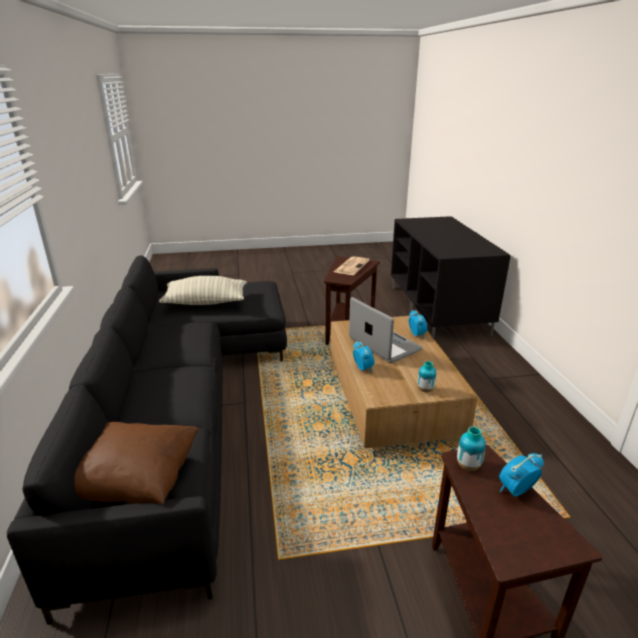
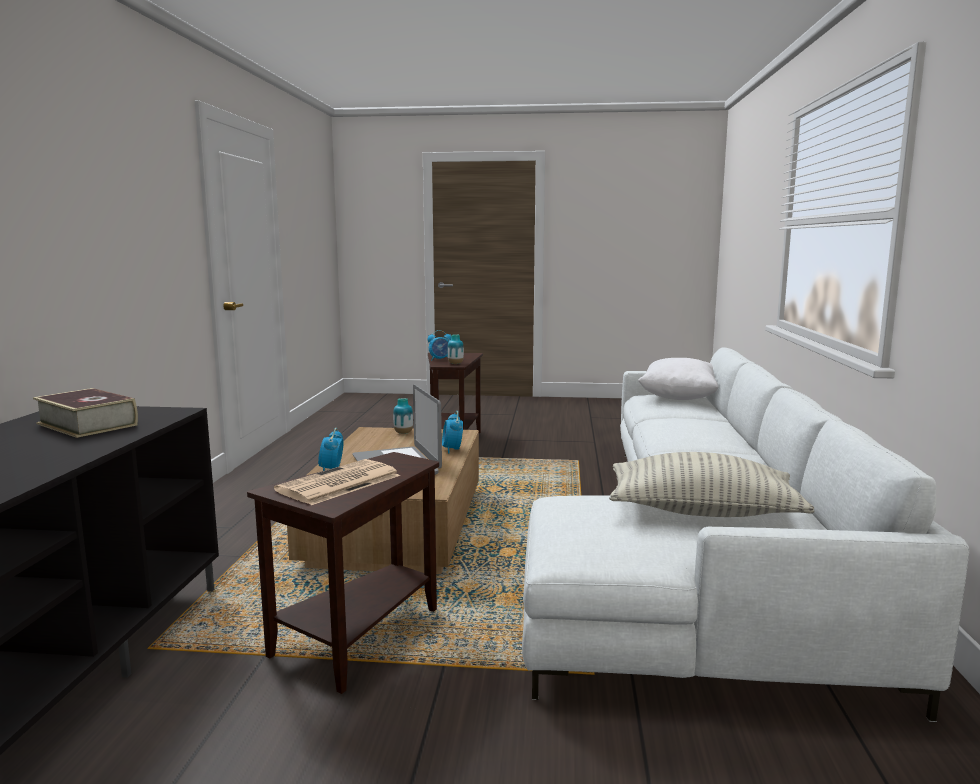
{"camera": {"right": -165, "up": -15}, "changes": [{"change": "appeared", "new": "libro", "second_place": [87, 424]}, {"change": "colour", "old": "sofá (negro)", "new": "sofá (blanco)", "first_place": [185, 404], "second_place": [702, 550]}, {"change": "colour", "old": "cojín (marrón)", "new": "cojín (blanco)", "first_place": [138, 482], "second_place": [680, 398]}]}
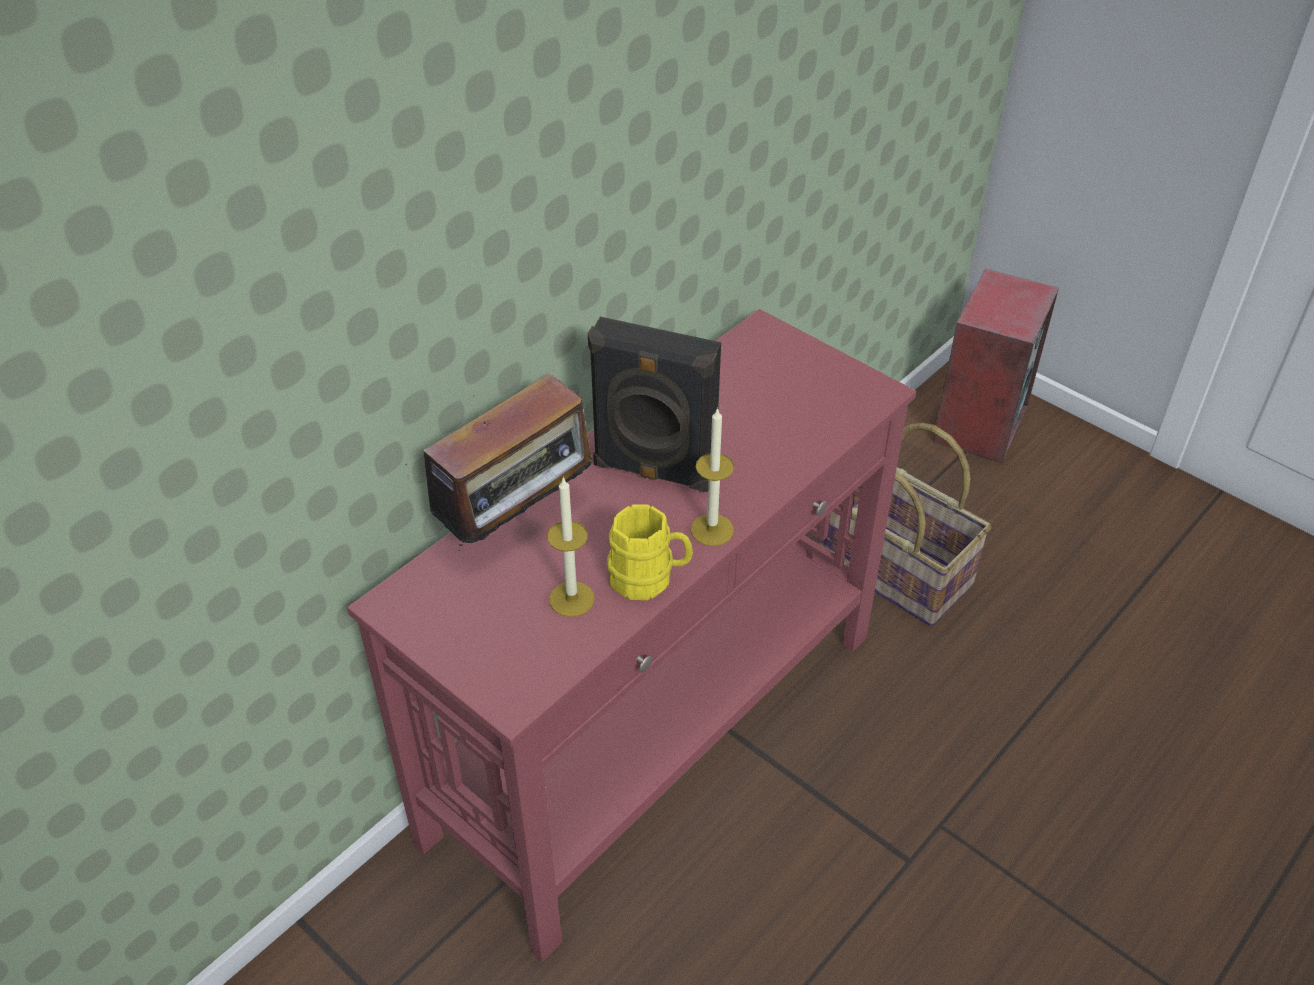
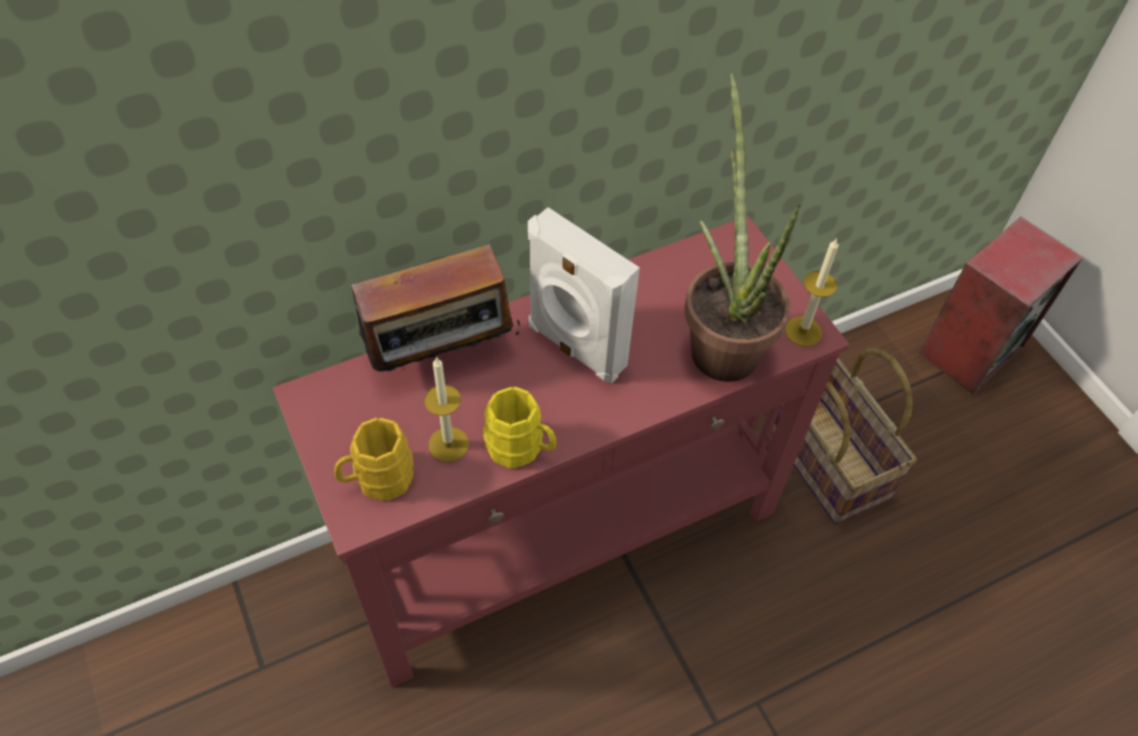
{"camera": {"right": 20, "up": 10}, "changes": [{"change": "appeared", "new": "taza grande (amarillo)", "second_place": [378, 479]}, {"change": "colour", "old": "altavoz (negro)", "new": "altavoz (blanco)", "first_place": [653, 472], "second_place": [574, 348]}, {"change": "appeared", "new": "planta en maceta", "second_place": [720, 341]}, {"change": "relocated", "old": "vela", "first_place": [712, 530], "second_place": [803, 331]}]}
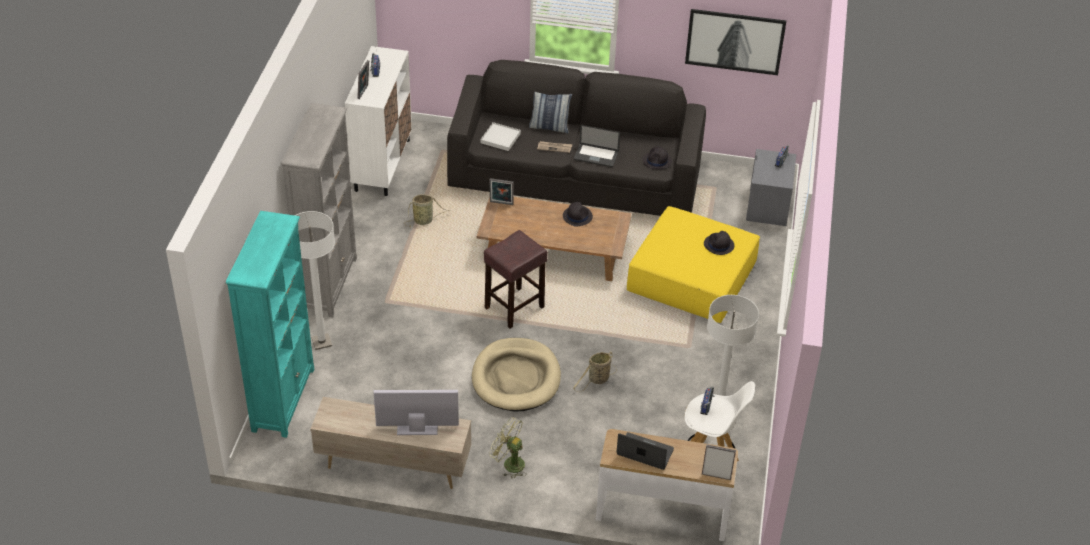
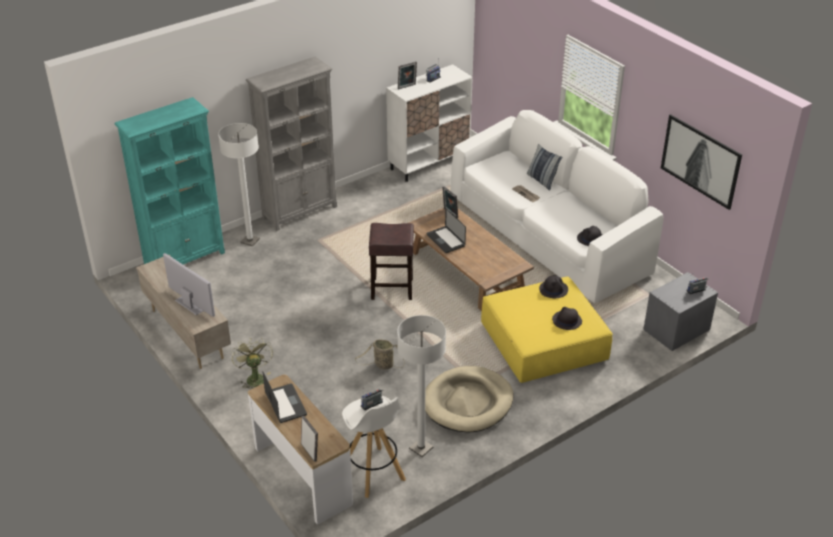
{"camera": {"right": 45, "up": -5}, "changes": [{"change": "relocated", "old": "cama para perro (beis)", "first_place": [516, 378], "second_place": [468, 402]}, {"change": "relocated", "old": "portátil", "first_place": [596, 156], "second_place": [445, 240]}, {"change": "colour", "old": "sofá (negro)", "new": "sofá (blanco)", "first_place": [575, 179], "second_place": [548, 235]}, {"change": "relocated", "old": "sombrero (negro)", "first_place": [577, 216], "second_place": [553, 289]}, {"change": "missing", "old": "cesta", "first_place": [424, 220]}, {"change": "missing", "old": "bandeja (blanco)", "first_place": [500, 138]}]}
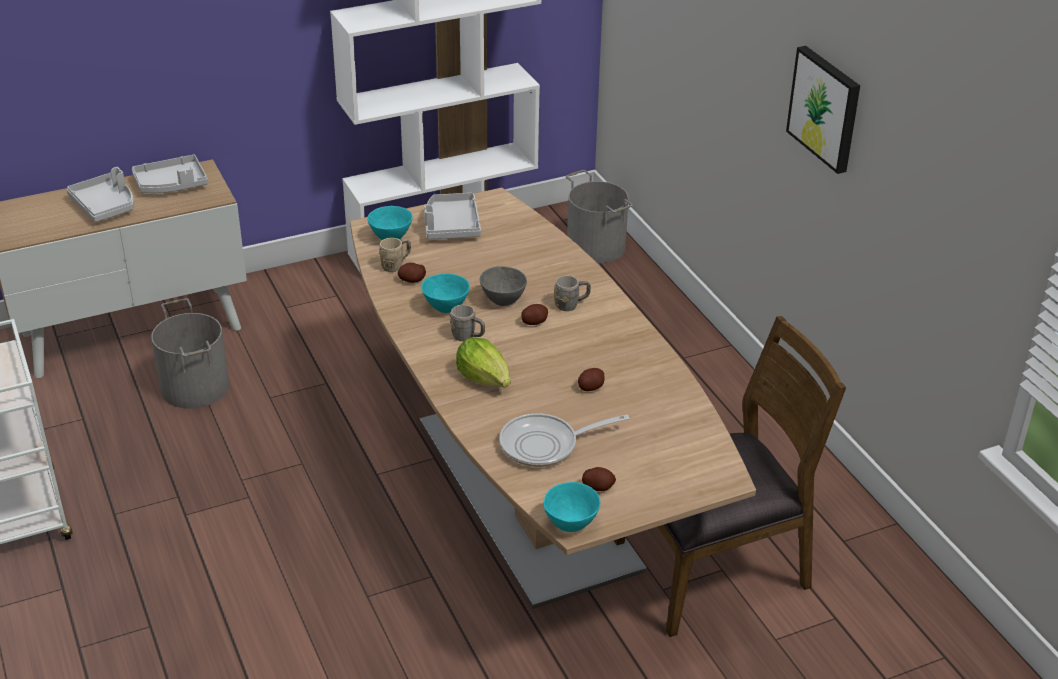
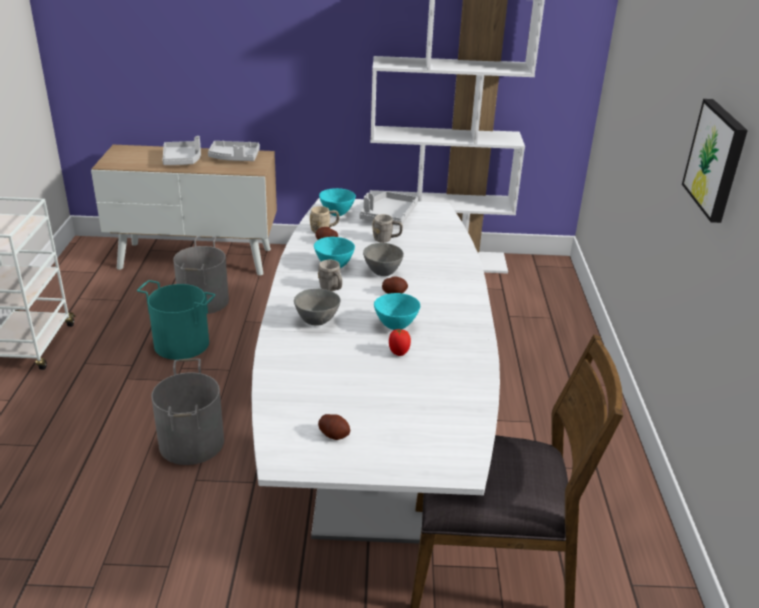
{"camera": {"right": 25, "up": -5}, "changes": [{"change": "appeared", "new": "cubo (turquesa)", "second_place": [181, 344]}, {"change": "relocated", "old": "cubo (gris)", "first_place": [596, 246], "second_place": [192, 442]}, {"change": "colour", "old": "mesa de comedor (marrón)", "new": "mesa de comedor (blanco)", "first_place": [526, 493], "second_place": [373, 445]}, {"change": "exchanged", "old": "lechuga", "new": "cuenco (gris)", "first_place": [485, 378], "second_place": [317, 321]}, {"change": "relocated", "old": "taza grande (gris)", "first_place": [571, 305], "second_place": [386, 239]}, {"change": "relocated", "old": "cuenco (turquesa)", "first_place": [571, 525], "second_place": [396, 326]}, {"change": "exchanged", "old": "patata", "new": "tomate", "first_place": [590, 387], "second_place": [399, 352]}, {"change": "missing", "old": "sartén", "first_place": [545, 445]}]}
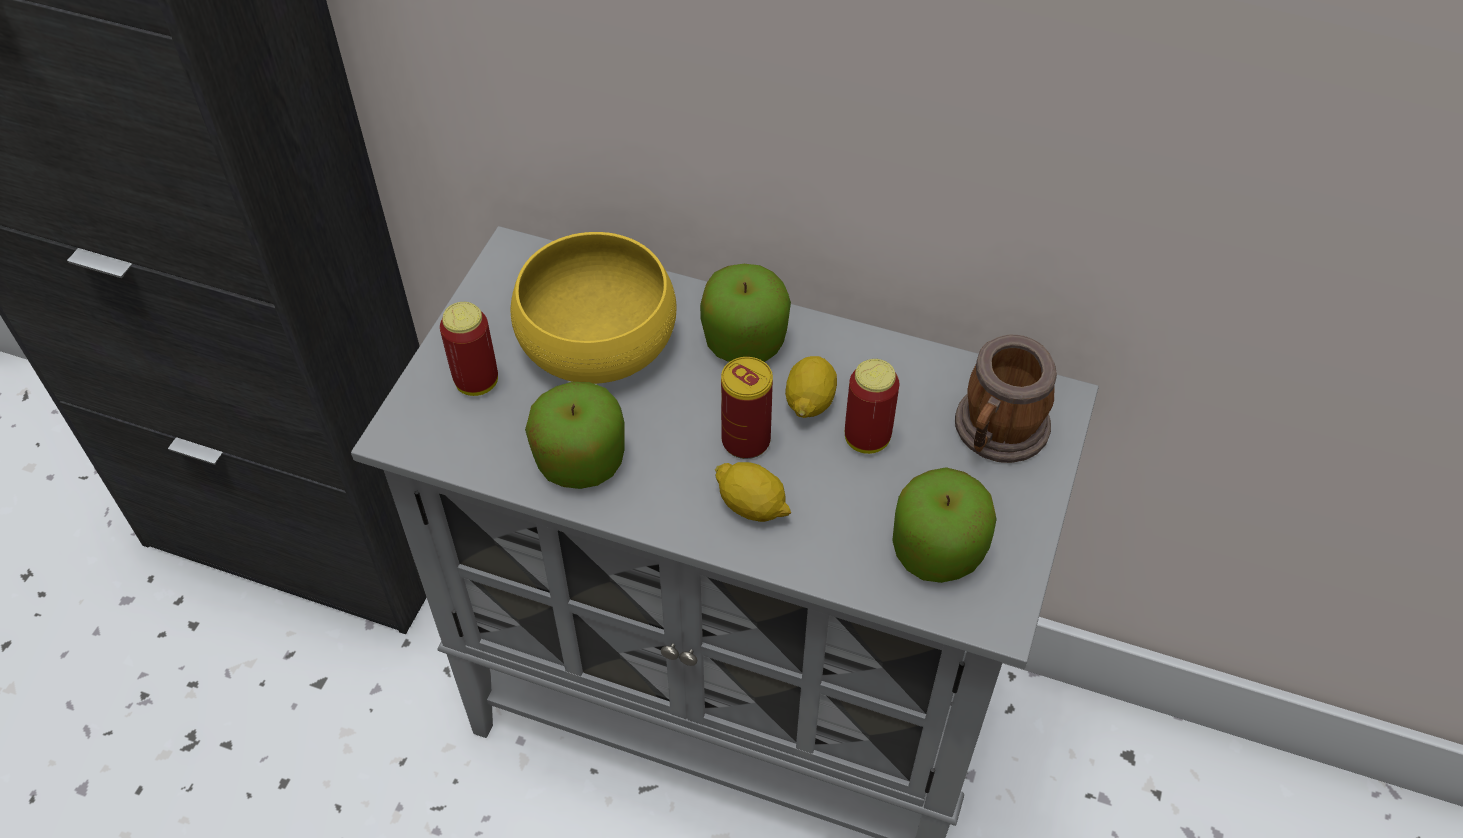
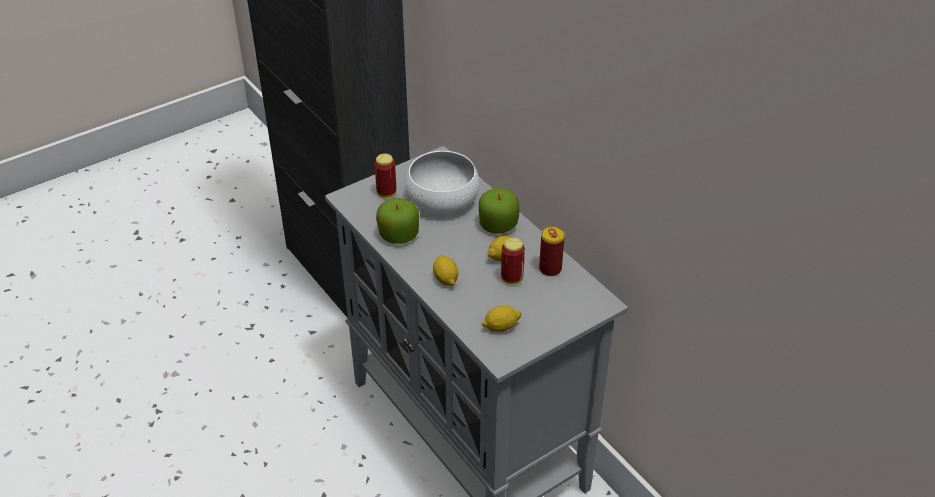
{"camera": {"right": 35, "up": -10}, "changes": [{"change": "colour", "old": "cuenco (amarillo)", "new": "cuenco (blanco)", "first_place": [597, 341], "second_place": [442, 199]}, {"change": "exchanged", "old": "manzana", "new": "limón", "first_place": [937, 550], "second_place": [501, 327]}, {"change": "relocated", "old": "lata", "first_place": [746, 440], "second_place": [550, 269]}, {"change": "missing", "old": "taza grande", "first_place": [996, 434]}]}
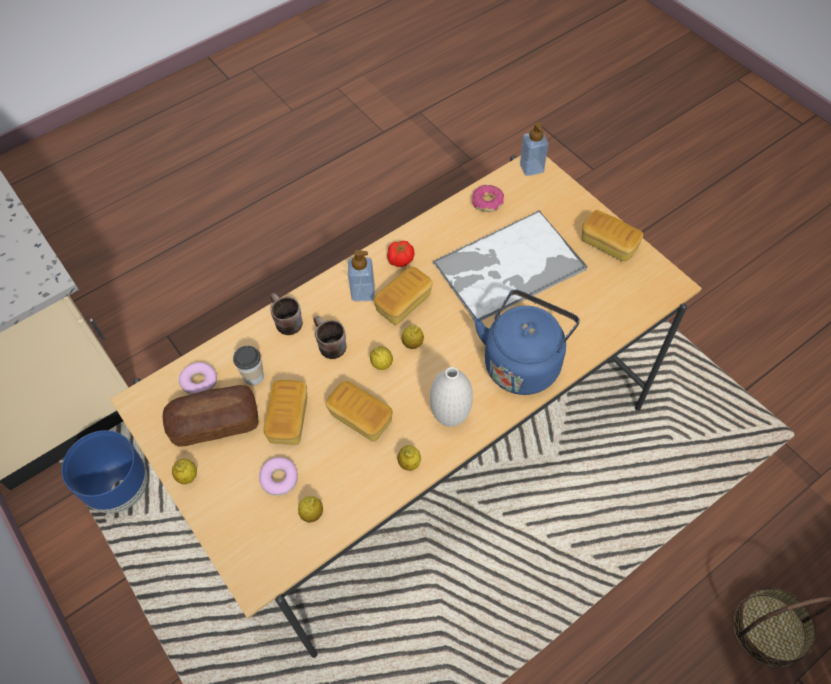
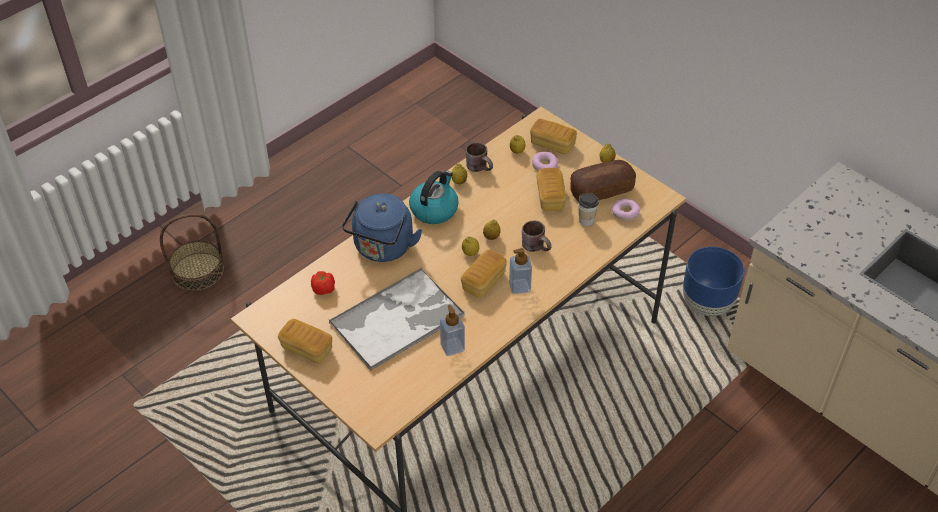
{"camera": {"right": 170, "up": -10}, "changes": [{"change": "relocated", "old": "tomate", "first_place": [400, 260], "second_place": [324, 289]}, {"change": "exchanged", "old": "florero (blanco)", "new": "hervidor", "first_place": [450, 417], "second_place": [434, 209]}, {"change": "relocated", "old": "dispensador de jabón", "first_place": [531, 168], "second_place": [452, 347]}, {"change": "relocated", "old": "taza grande (marrón)", "first_place": [284, 321], "second_place": [481, 167]}, {"change": "relocated", "old": "pan", "first_place": [361, 418], "second_place": [552, 144]}, {"change": "missing", "old": "rosquilla", "first_place": [487, 202]}]}
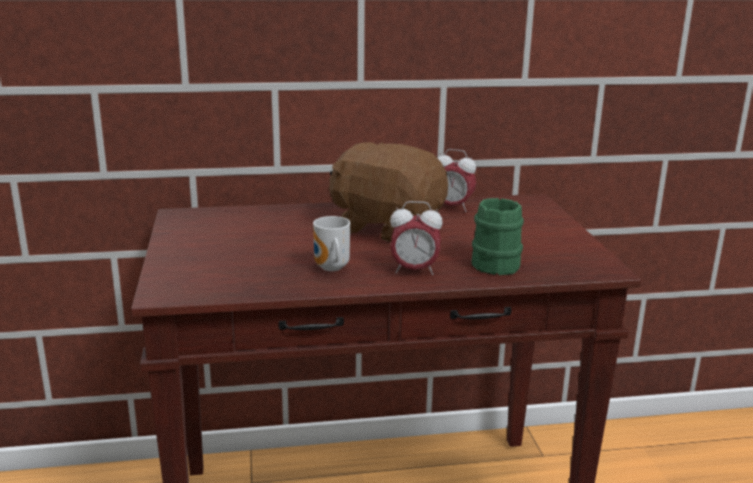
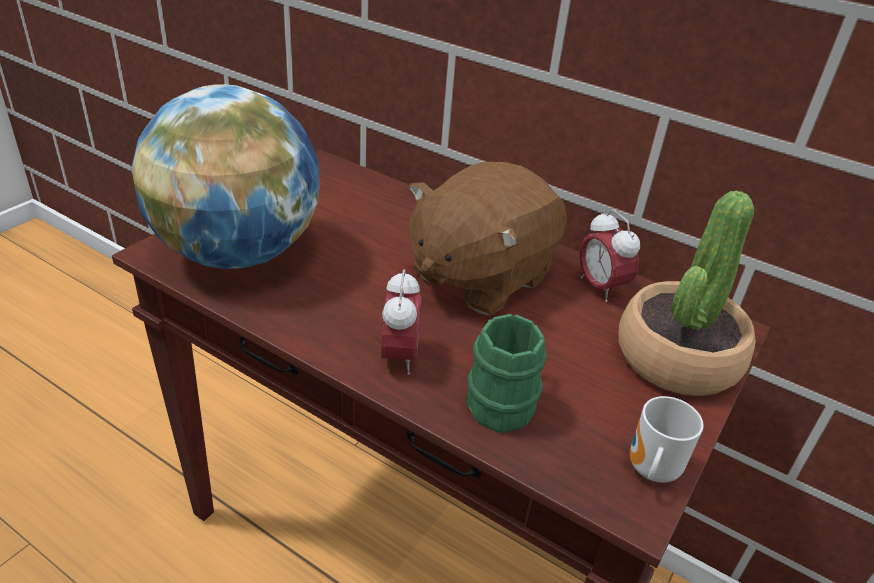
{"camera": {"right": 40, "up": 15}, "changes": [{"change": "appeared", "new": "globo terráqueo", "second_place": [238, 252]}, {"change": "spun", "old": "despertador", "first_place": [414, 271], "second_place": [399, 357], "degrees": -135}, {"change": "spun", "old": "peluche (marrón)", "first_place": [386, 226], "second_place": [479, 276], "degrees": -120}, {"change": "appeared", "new": "planta en maceta", "second_place": [676, 357]}, {"change": "relocated", "old": "taza grande", "first_place": [330, 269], "second_place": [649, 471]}]}
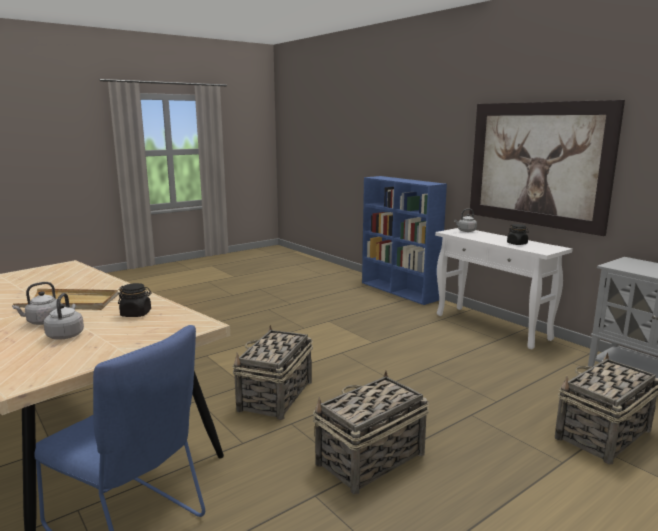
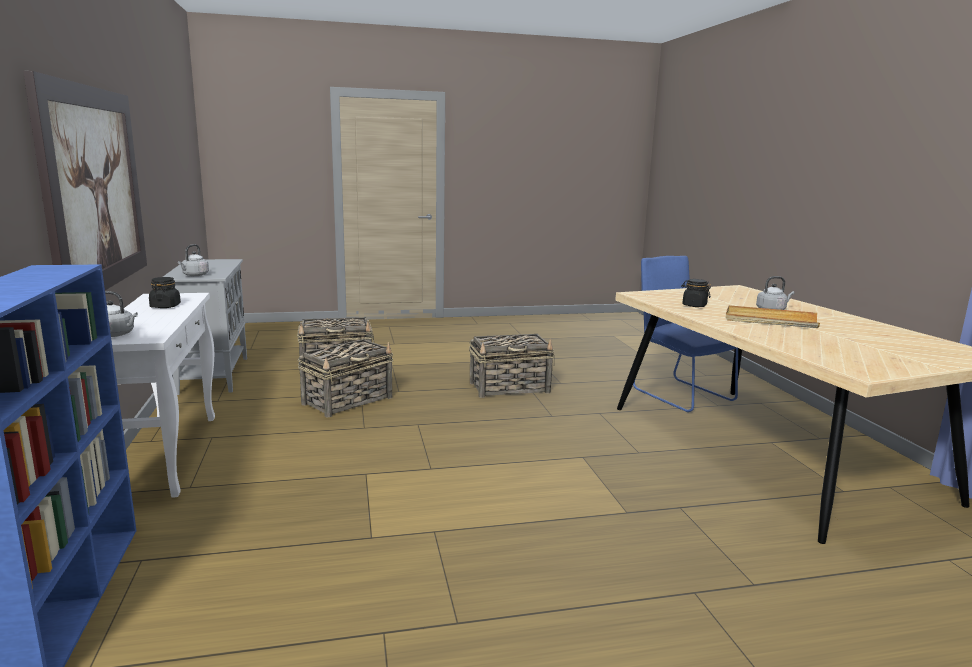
{"camera": {"right": -155, "up": 0}, "changes": [{"change": "relocated", "old": "hervidor (gris)", "first_place": [66, 335], "second_place": [194, 275]}, {"change": "relocated", "old": "cesta", "first_place": [275, 396], "second_place": [348, 400]}]}
